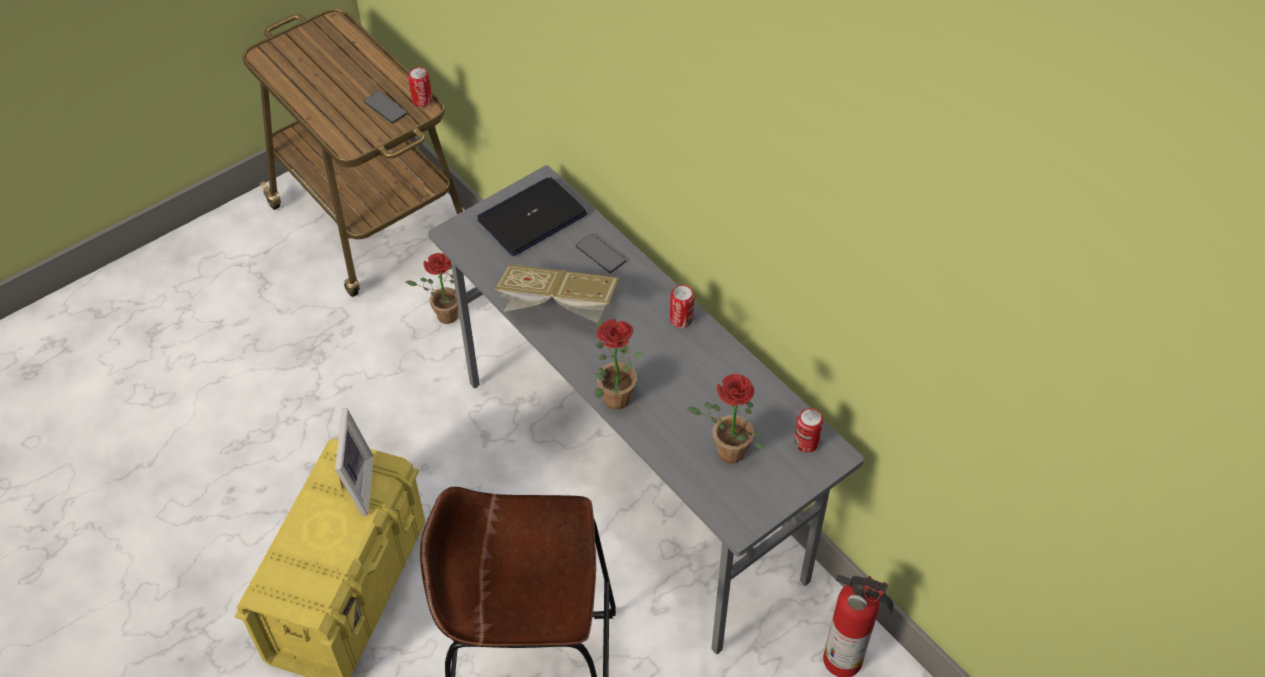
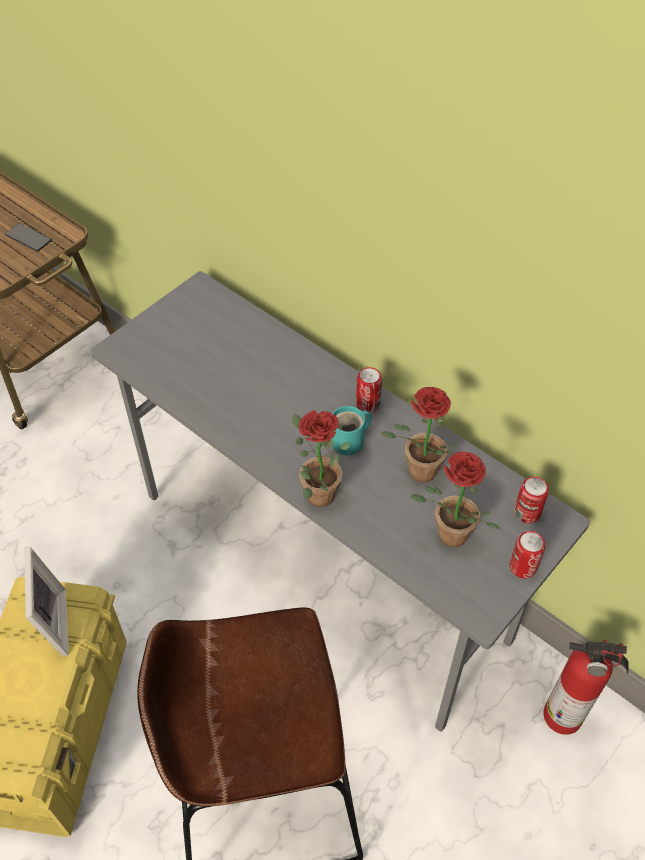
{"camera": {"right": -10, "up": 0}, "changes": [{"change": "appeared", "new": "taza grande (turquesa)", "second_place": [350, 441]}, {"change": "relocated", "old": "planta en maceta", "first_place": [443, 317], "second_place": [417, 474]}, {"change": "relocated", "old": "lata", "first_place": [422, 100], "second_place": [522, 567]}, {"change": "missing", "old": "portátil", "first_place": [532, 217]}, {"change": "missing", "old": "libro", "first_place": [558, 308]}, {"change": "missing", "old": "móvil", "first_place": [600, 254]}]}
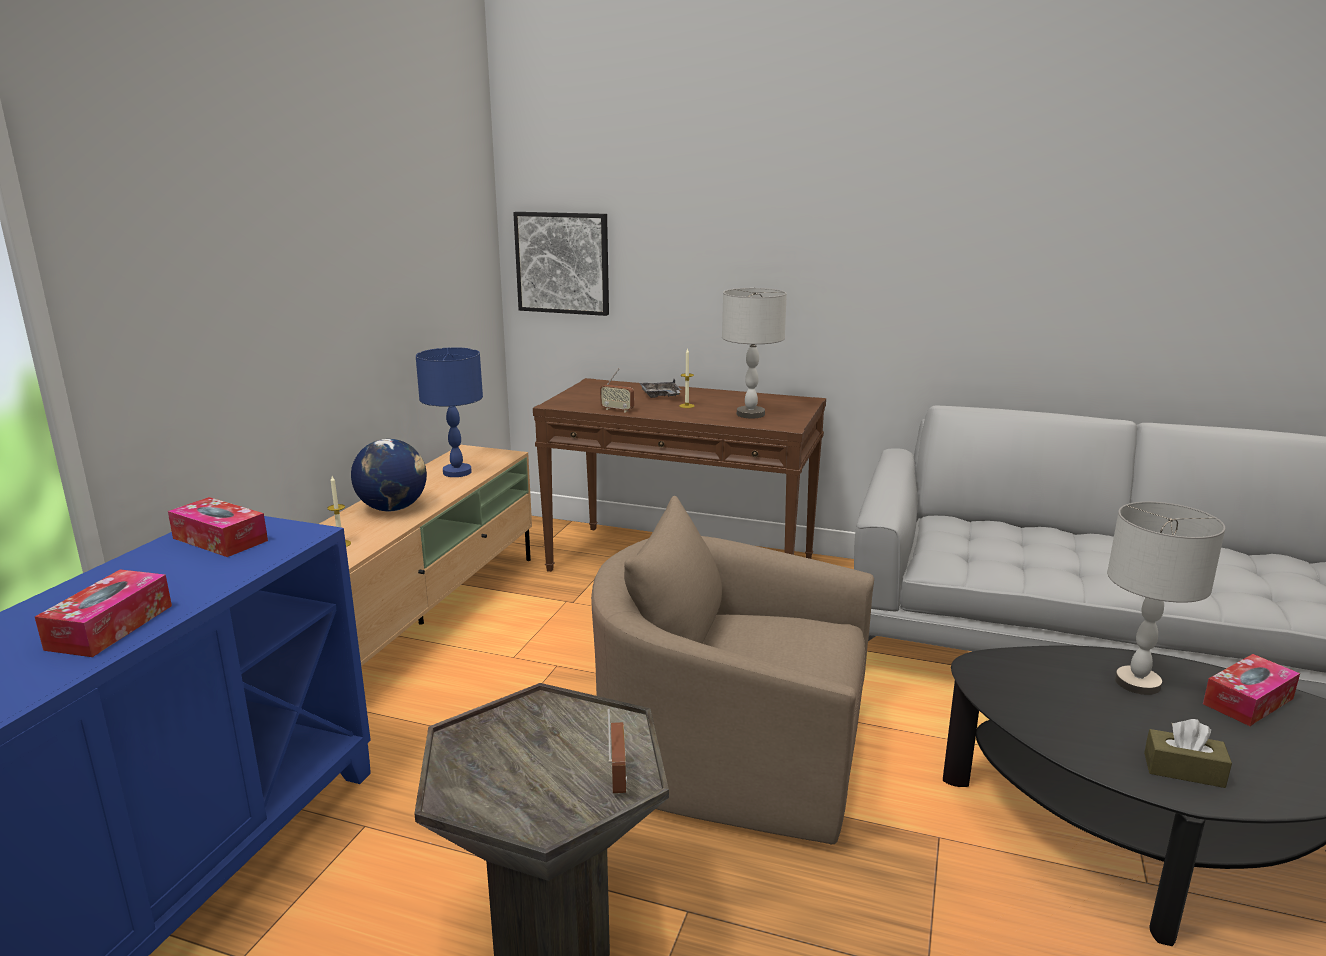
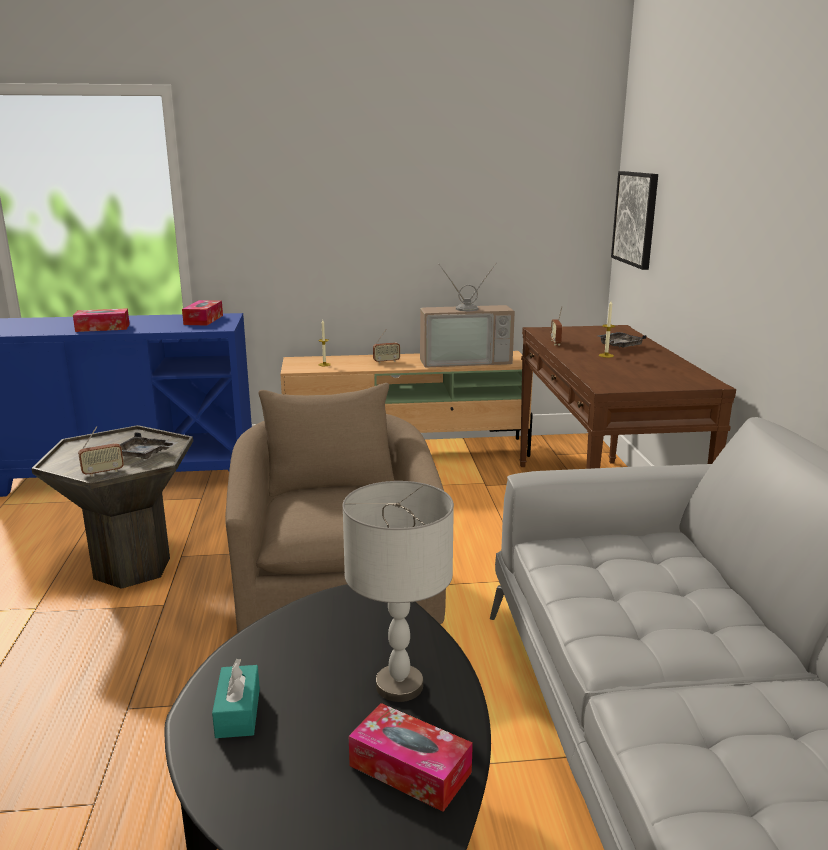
{"camera": {"right": 65, "up": 0}, "changes": [{"change": "appeared", "new": "bandeja (gris)", "second_place": [143, 454]}, {"change": "colour", "old": "caja de pañuelos (marrón)", "new": "caja de pañuelos (turquesa)", "first_place": [1183, 770], "second_place": [238, 712]}, {"change": "exchanged", "old": "globo terráqueo", "new": "radio", "first_place": [393, 508], "second_place": [386, 361]}, {"change": "exchanged", "old": "lámpara de mesa (azul)", "new": "televisor", "first_place": [457, 472], "second_place": [465, 360]}, {"change": "missing", "old": "lámpara de mesa (gris)", "first_place": [750, 414]}]}
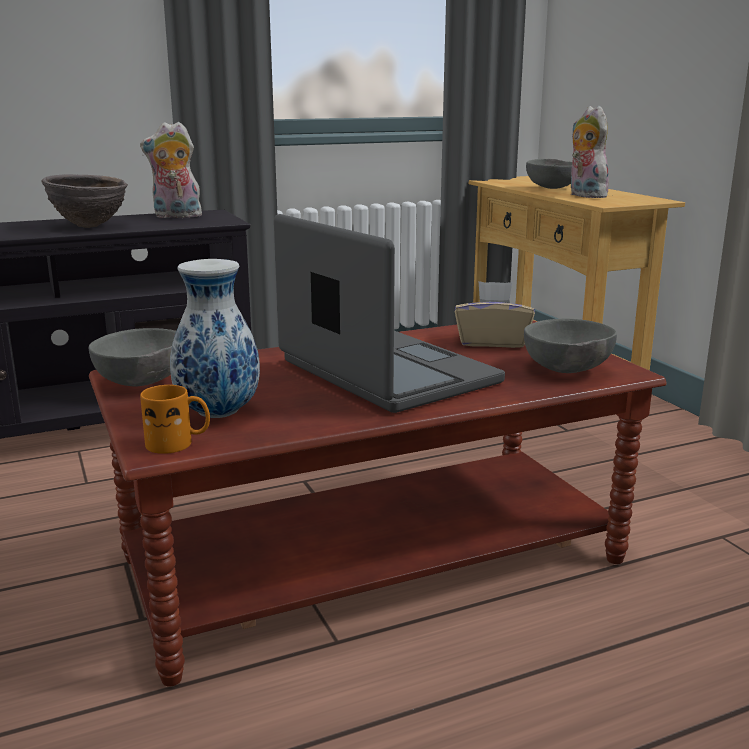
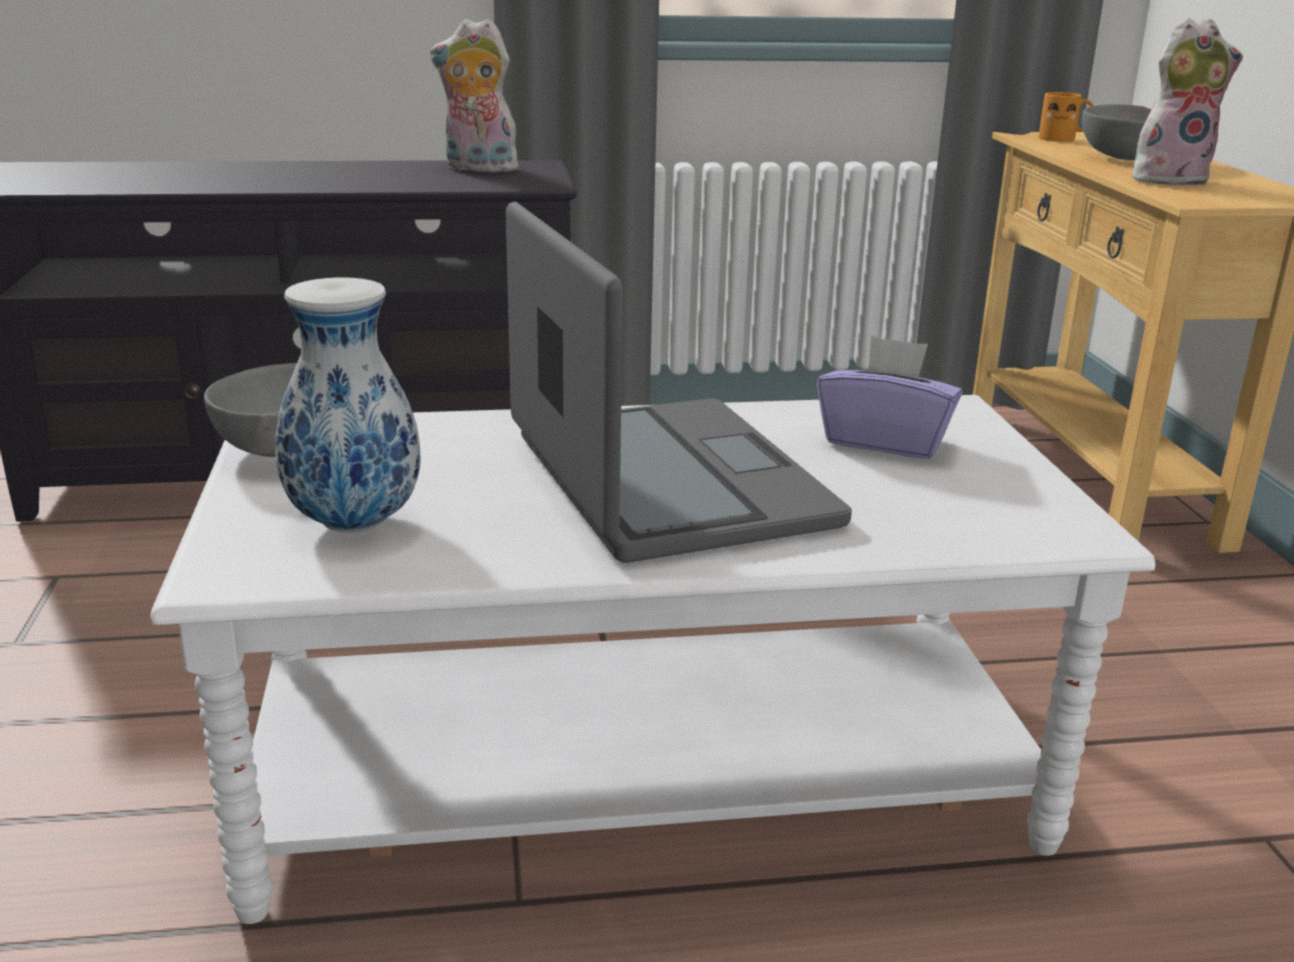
{"camera": {"right": 15, "up": 5}, "changes": [{"change": "colour", "old": "mesa de centro (marrón)", "new": "mesa de centro (blanco)", "first_place": [376, 561], "second_place": [643, 772]}, {"change": "colour", "old": "caja de pañuelos (beis)", "new": "caja de pañuelos (morado)", "first_place": [492, 341], "second_place": [885, 441]}, {"change": "relocated", "old": "taza grande (naranja)", "first_place": [178, 443], "second_place": [1064, 139]}, {"change": "spun", "old": "peluche", "first_place": [584, 195], "second_place": [1169, 179], "degrees": 90}, {"change": "missing", "old": "cuenco (marrón)", "first_place": [90, 226]}, {"change": "missing", "old": "cuenco (gris)", "first_place": [567, 371]}]}
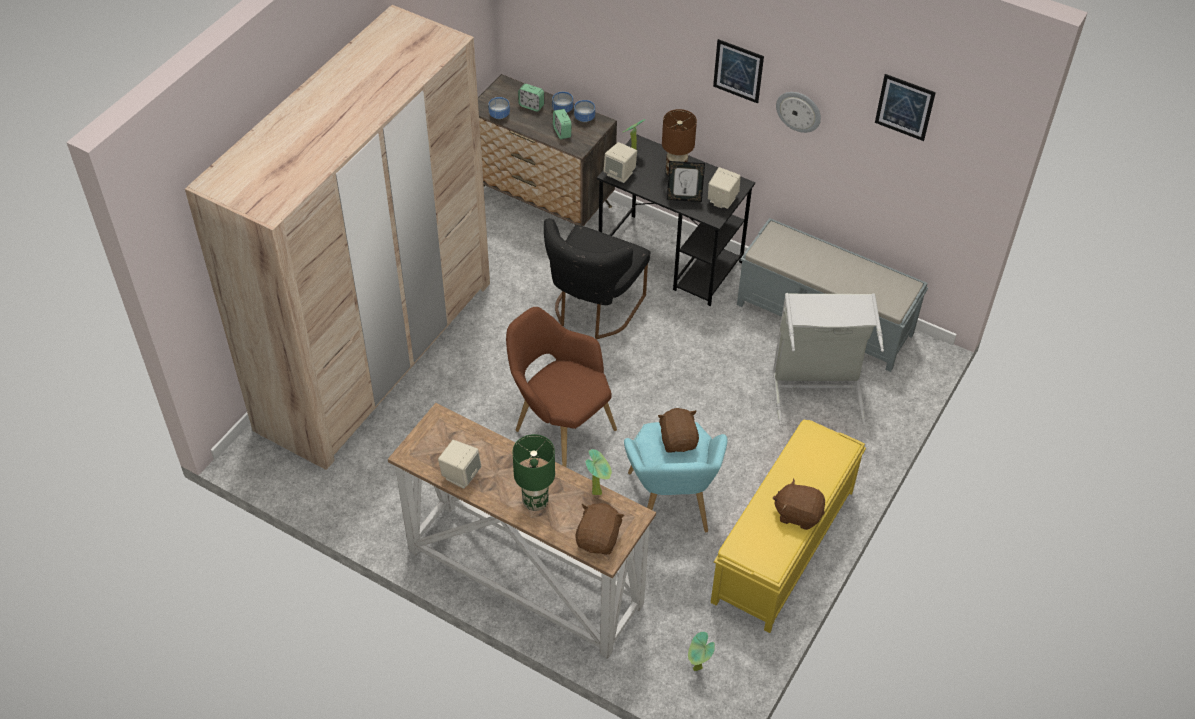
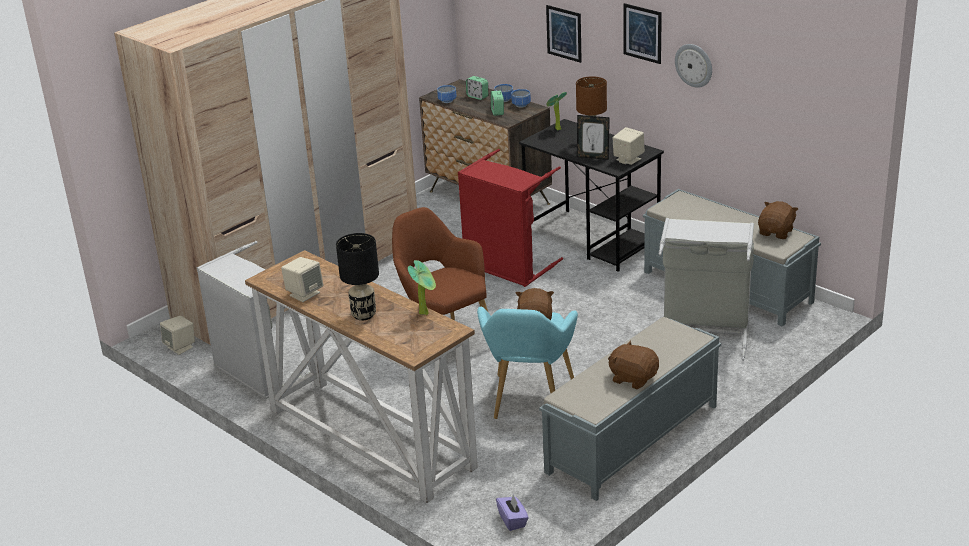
{"camera": {"right": 15, "up": -20}, "changes": [{"change": "relocated", "old": "altavoz (beis)", "first_place": [620, 174], "second_place": [180, 347]}, {"change": "appeared", "new": "cesto de la ropa (gris)", "second_place": [259, 373]}, {"change": "colour", "old": "lámpara de mesa (verde)", "new": "lámpara de mesa (negro)", "first_place": [536, 502], "second_place": [364, 315]}, {"change": "exchanged", "old": "silla (negro)", "new": "cesto de la ropa (rojo)", "first_place": [593, 310], "second_place": [507, 267]}, {"change": "exchanged", "old": "planta en maceta", "new": "caja de pañuelos (morado)", "first_place": [697, 670], "second_place": [513, 520]}, {"change": "colour", "old": "banco (amarillo)", "new": "banco (gris)", "first_place": [783, 547], "second_place": [631, 440]}, {"change": "relocated", "old": "cuadro", "first_place": [904, 107], "second_place": [564, 33]}, {"change": "relocated", "old": "peluche (marrón)", "first_place": [599, 539], "second_place": [776, 232]}]}
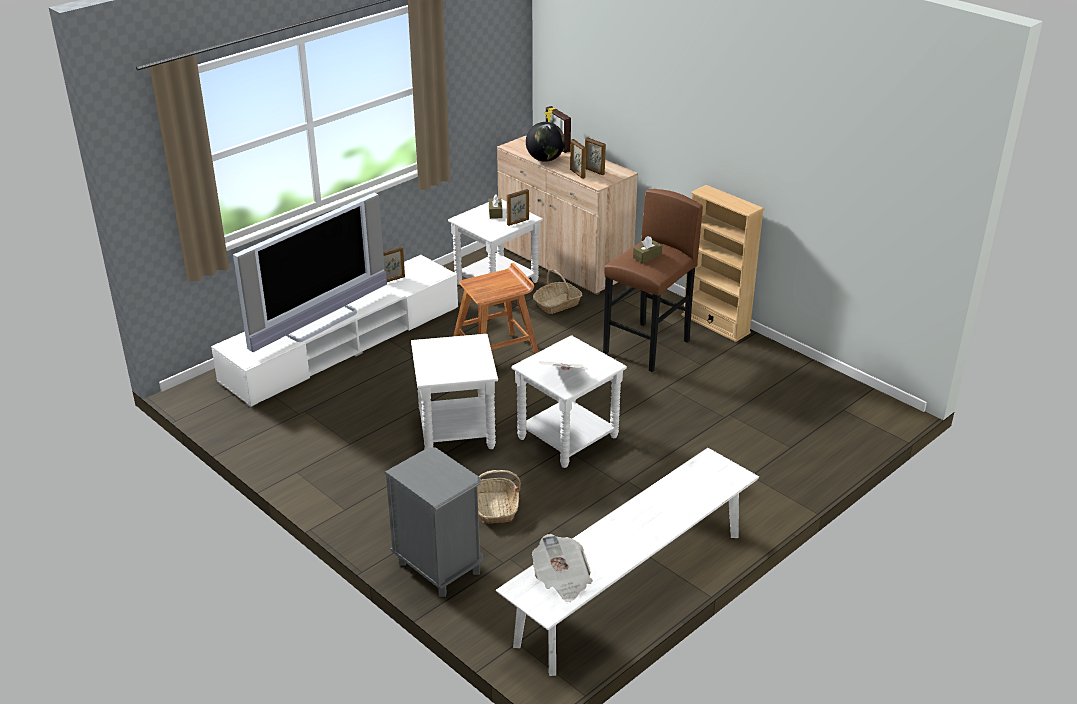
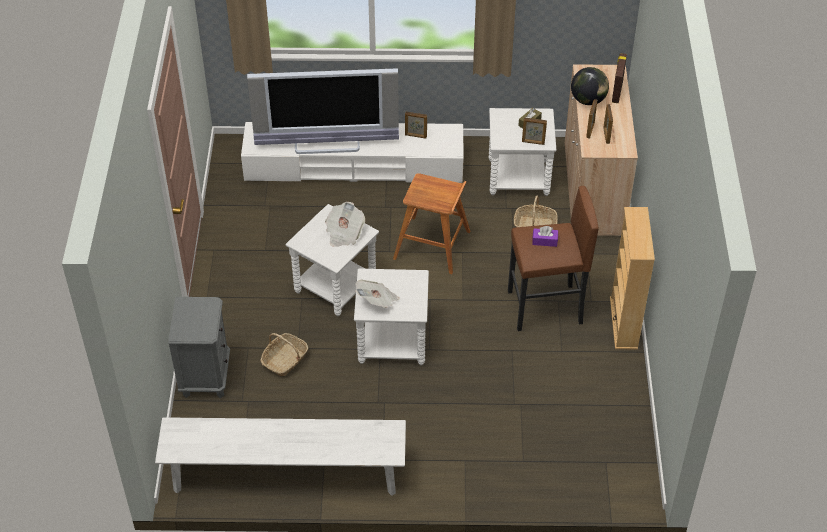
{"camera": {"right": 45, "up": 15}, "changes": [{"change": "relocated", "old": "periódico", "first_place": [562, 580], "second_place": [344, 233]}, {"change": "colour", "old": "caja de pañuelos (marrón)", "new": "caja de pañuelos (morado)", "first_place": [647, 256], "second_place": [544, 241]}]}
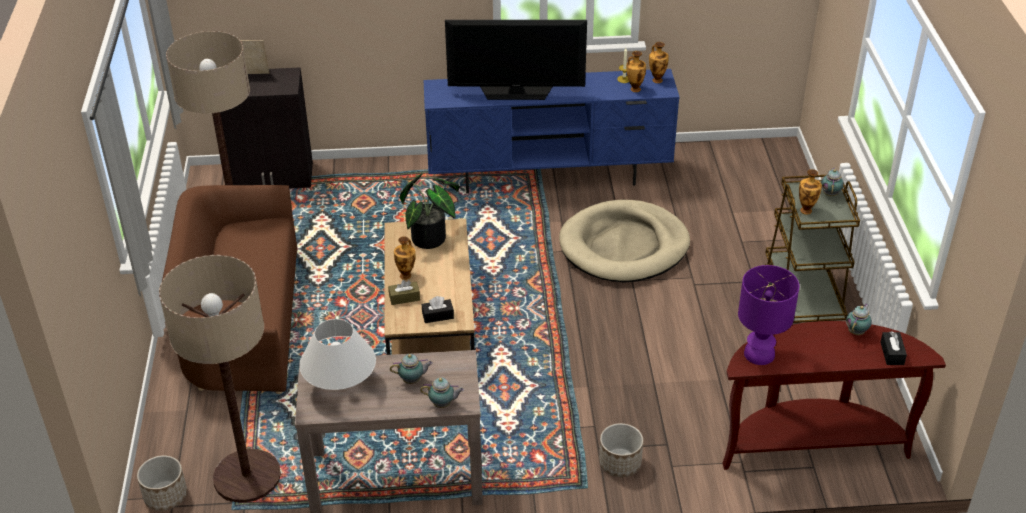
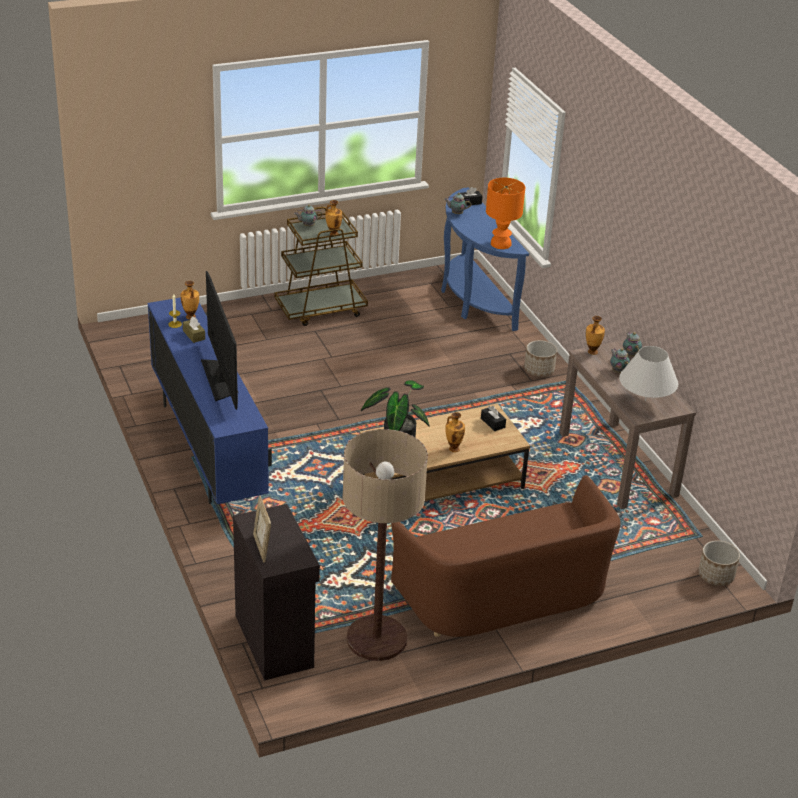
{"camera": {"right": -110, "up": -5}, "changes": [{"change": "relocated", "old": "caja de pañuelos (marrón)", "first_place": [404, 298], "second_place": [194, 335]}, {"change": "colour", "old": "mesa consola (marrón)", "new": "mesa consola (azul)", "first_place": [811, 443], "second_place": [473, 300]}, {"change": "colour", "old": "lámpara de mesa (morado)", "new": "lámpara de mesa (naranja)", "first_place": [760, 354], "second_place": [501, 243]}, {"change": "relocated", "old": "florero", "first_place": [657, 80], "second_place": [592, 352]}, {"change": "missing", "old": "lámpara de pie", "first_place": [247, 477]}, {"change": "missing", "old": "cama para perro (beis)", "first_place": [624, 246]}]}
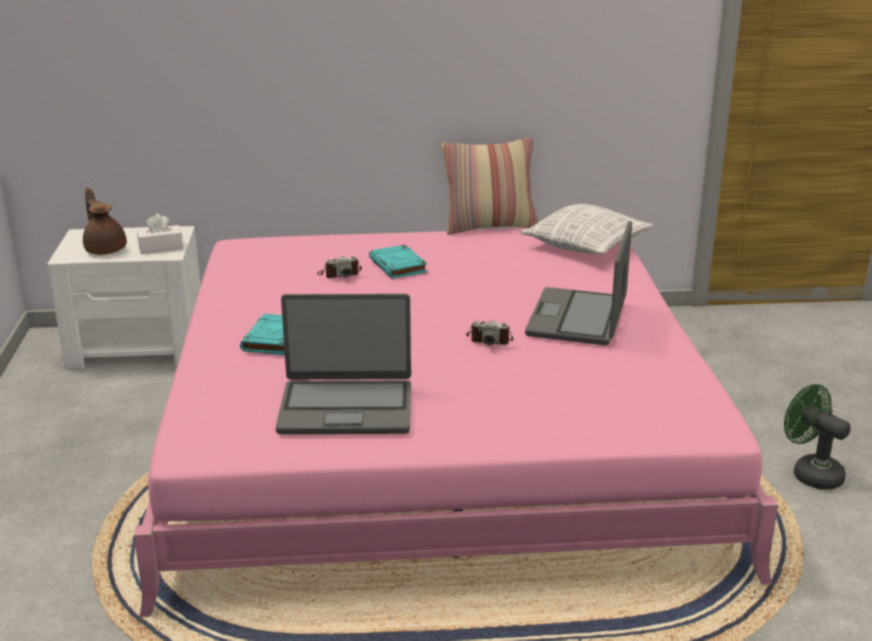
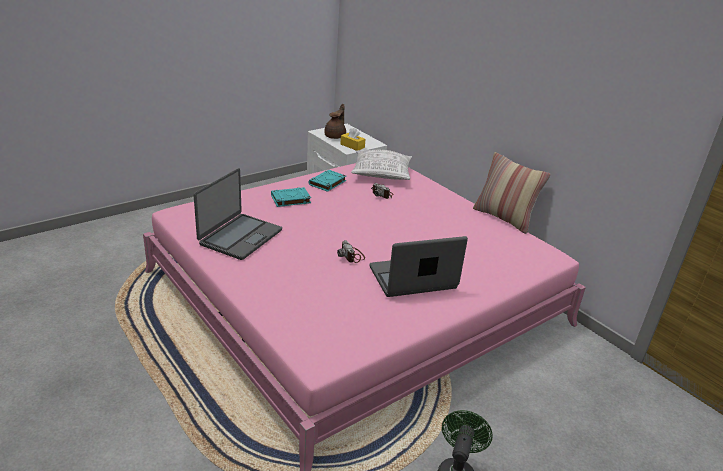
{"camera": {"right": 55, "up": 5}, "changes": [{"change": "spun", "old": "portátil", "first_place": [346, 408], "second_place": [240, 237], "degrees": -120}, {"change": "relocated", "old": "libro (turquesa)", "first_place": [398, 266], "second_place": [327, 183]}, {"change": "colour", "old": "caja de pañuelos (blanco)", "new": "caja de pañuelos (amarillo)", "first_place": [161, 248], "second_place": [352, 146]}, {"change": "relocated", "old": "cojín", "first_place": [585, 246], "second_place": [381, 174]}]}
